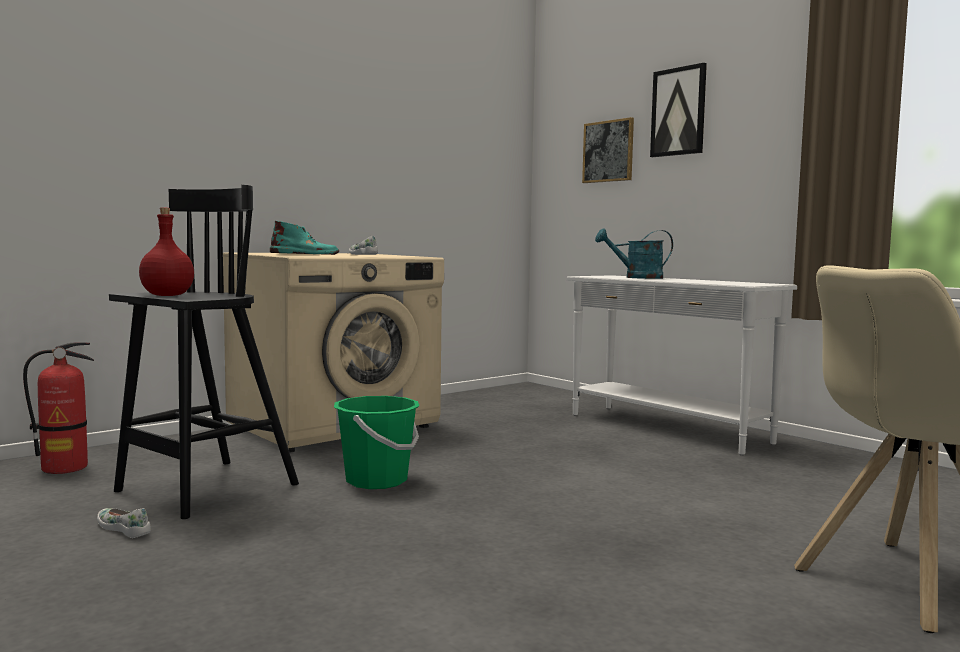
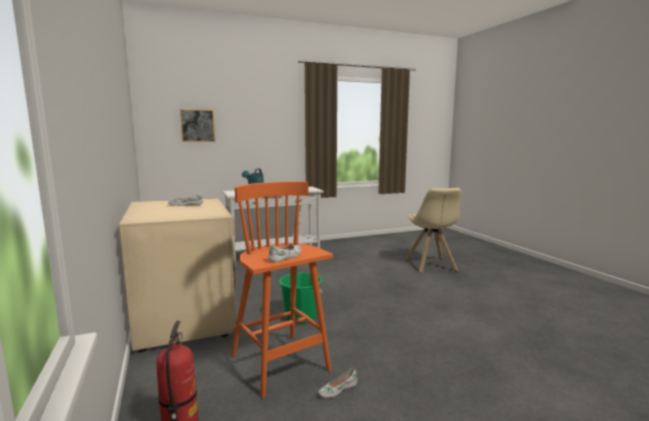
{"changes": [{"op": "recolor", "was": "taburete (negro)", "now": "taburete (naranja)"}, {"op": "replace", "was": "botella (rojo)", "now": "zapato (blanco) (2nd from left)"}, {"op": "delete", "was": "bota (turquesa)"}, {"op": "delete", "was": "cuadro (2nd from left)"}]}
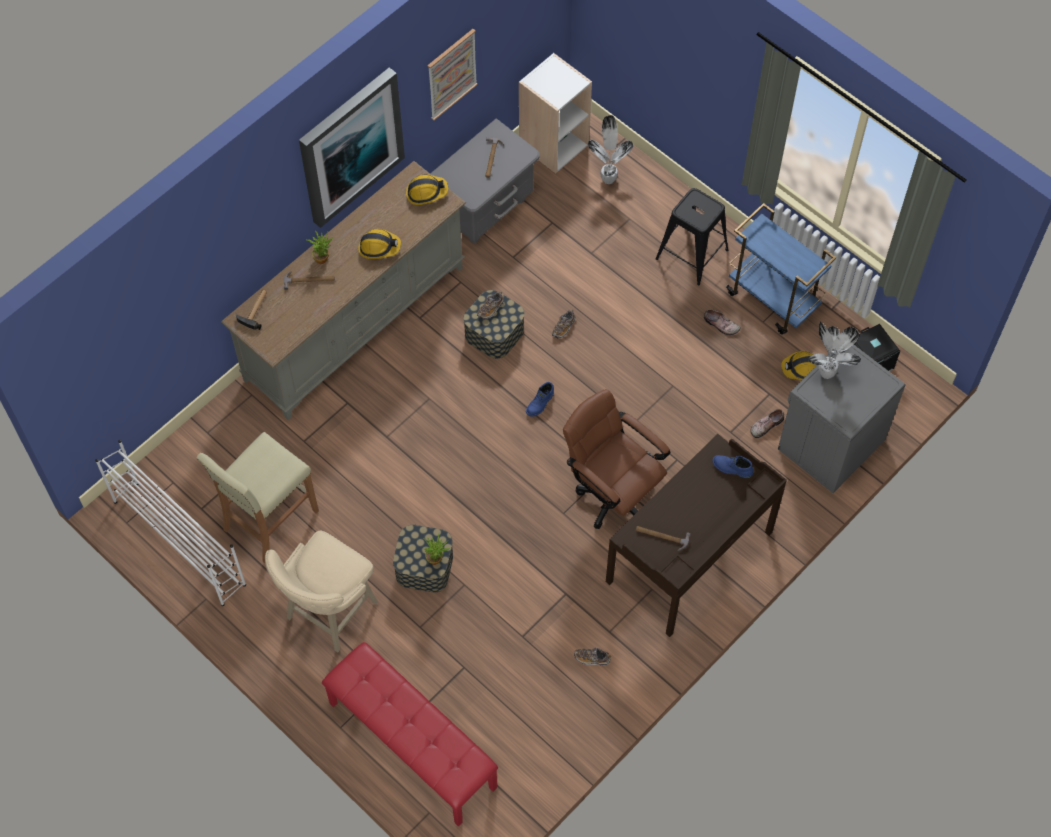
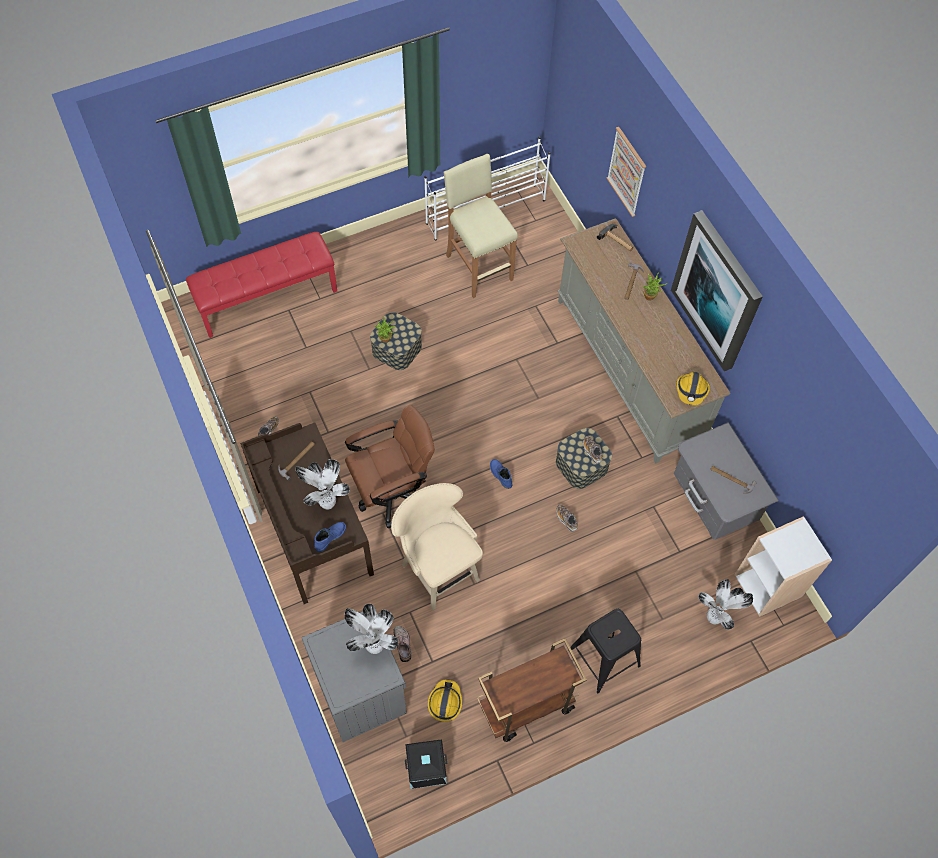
{"changes": [{"op": "insert", "now": "planta en maceta (1st from left)"}, {"op": "move", "was": "taburete (beis) (2nd from left in the first image)", "now": "taburete (beis) (1st from left)"}, {"op": "recolor", "was": "carrito (azul)", "now": "carrito (marrón)"}, {"op": "move", "was": "cuadro (2nd from left in the first image)", "now": "cuadro (1st from left)"}, {"op": "delete", "was": "casco (1st from left)"}, {"op": "delete", "was": "zapato (4th from left)"}]}
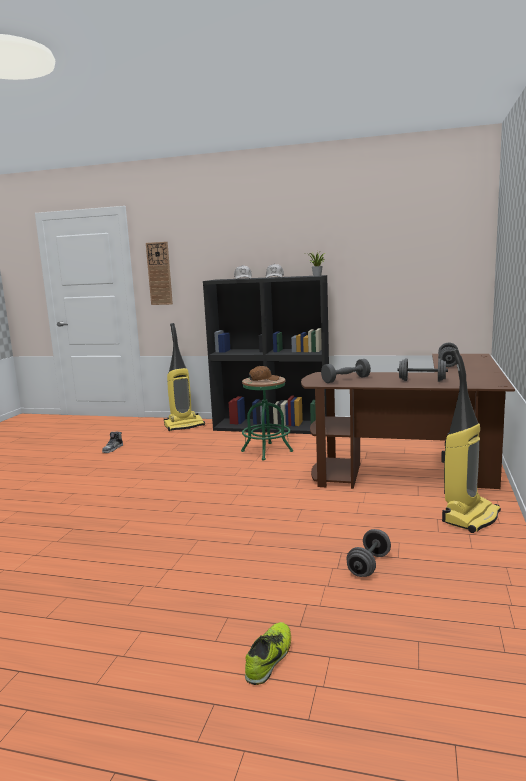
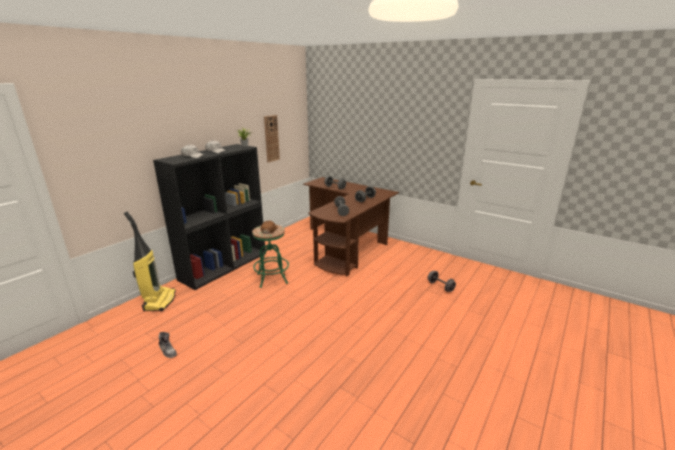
{"changes": [{"op": "move", "was": "reloj de pared"}, {"op": "delete", "was": "zapato (2nd from left)"}, {"op": "delete", "was": "aspiradora (2nd from left)"}]}
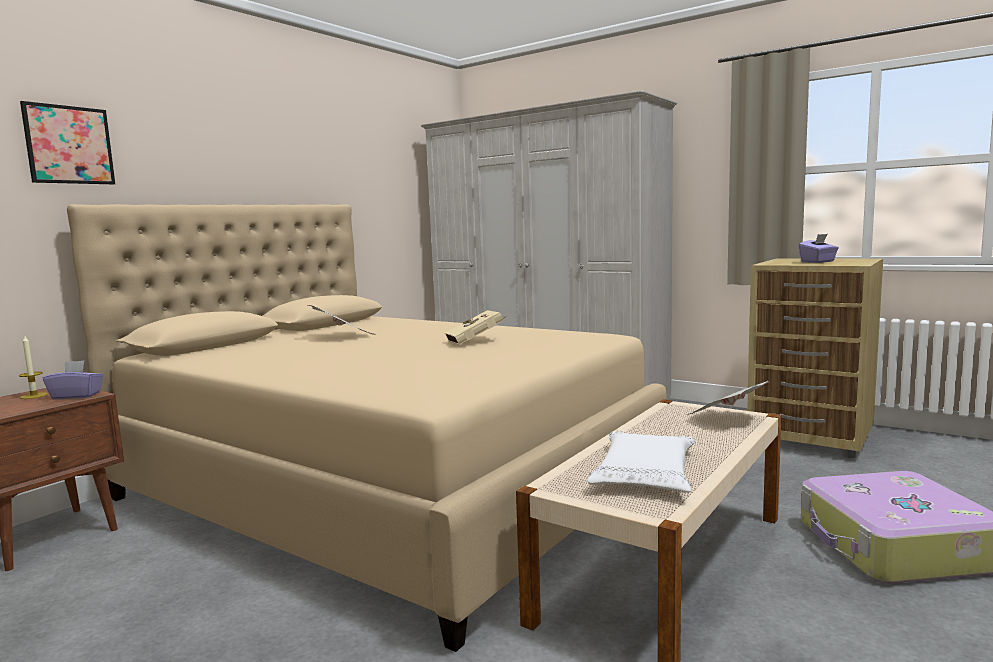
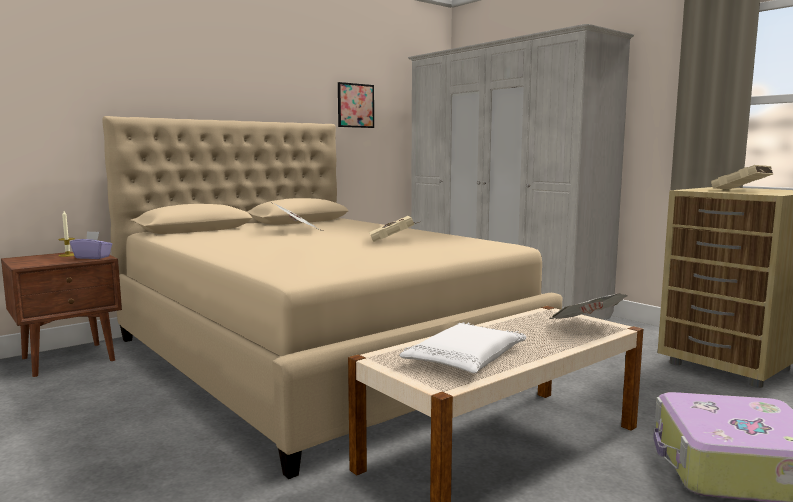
{"changes": [{"op": "move", "was": "cuadro"}, {"op": "replace", "was": "caja de pañuelos (morado) (2nd from left)", "now": "libro (beis) (2nd from left)"}]}
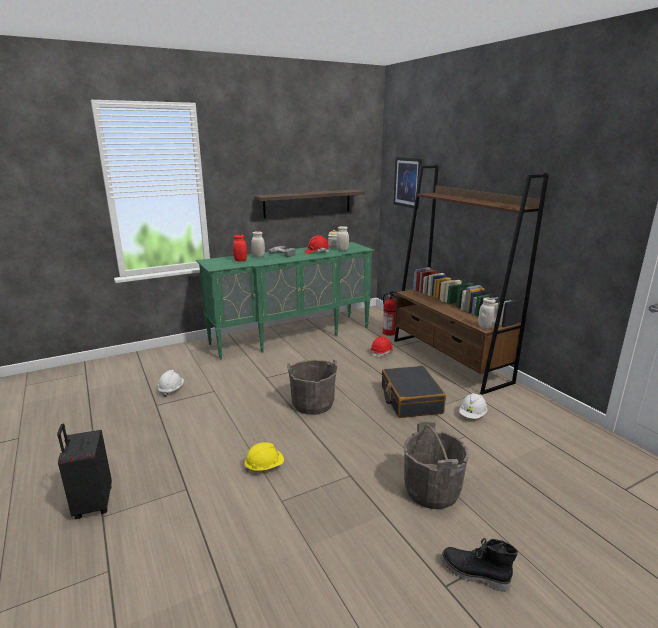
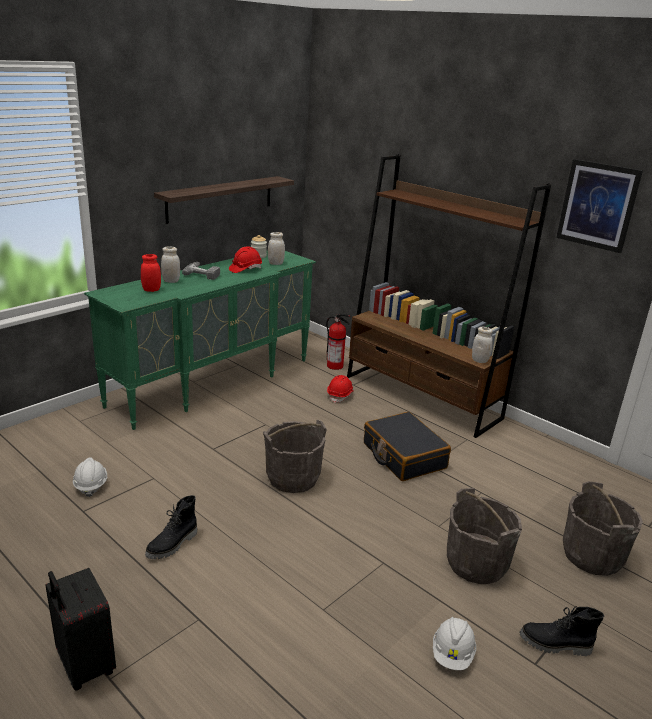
{"changes": [{"op": "insert", "now": "bota (negro) (1st from left)"}, {"op": "move", "was": "casco (blanco) (2nd from left)"}, {"op": "move", "was": "cuadro"}, {"op": "insert", "now": "cubo (gris) (3rd from left)"}, {"op": "delete", "was": "casco (amarillo)"}]}
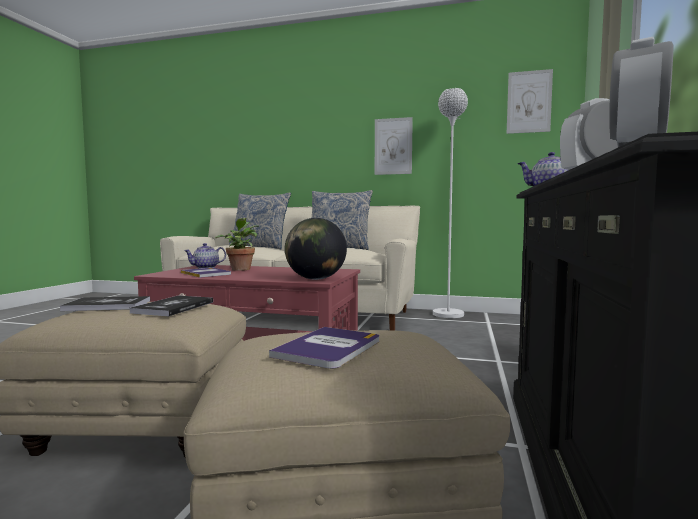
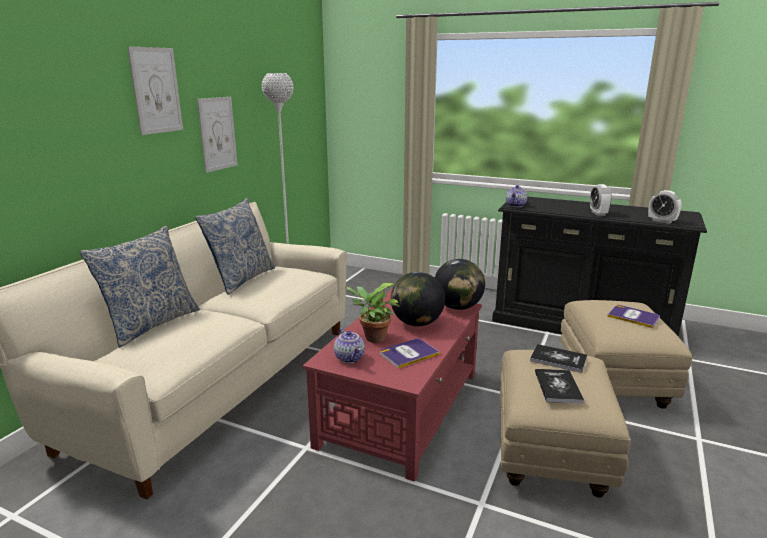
{"changes": [{"op": "move", "was": "cuadro (2nd from left in the first image)", "now": "cuadro (1st from left)"}, {"op": "insert", "now": "globo terráqueo (1st from left)"}]}
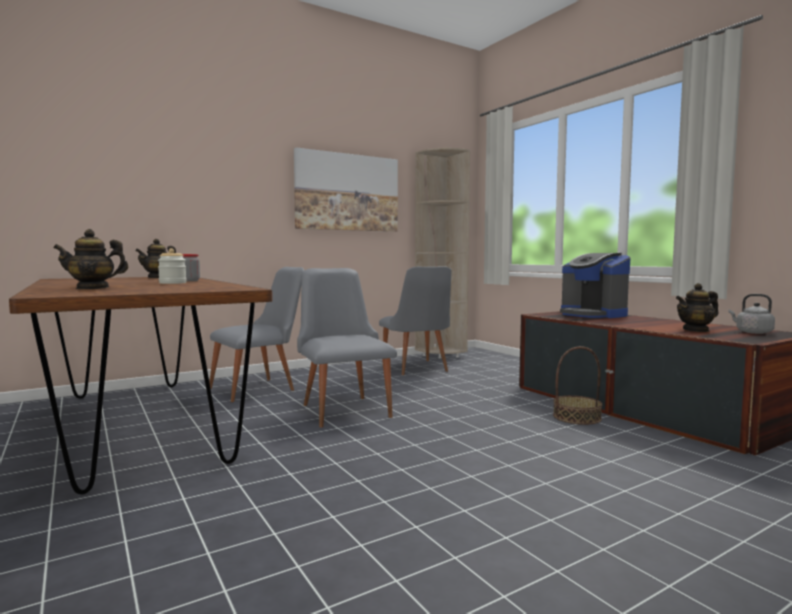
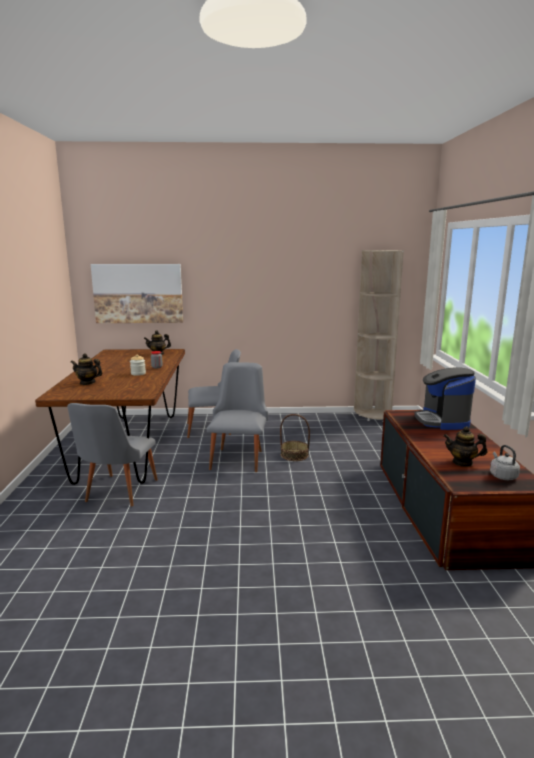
{"changes": [{"op": "move", "was": "silla (gris) (3rd from left in the first image)", "now": "silla (gris) (1st from left)"}, {"op": "move", "was": "cuadro"}, {"op": "move", "was": "cesta"}]}
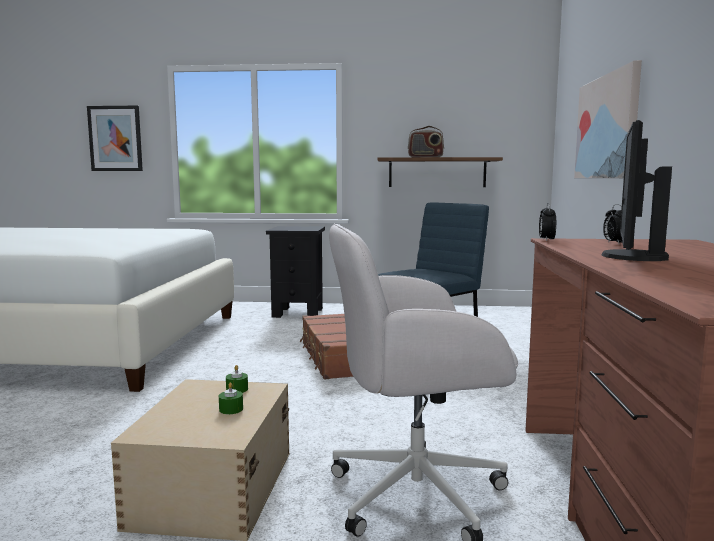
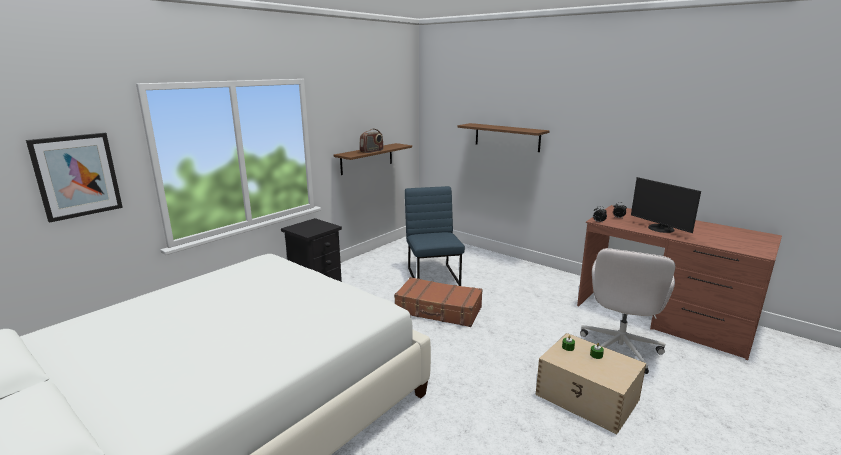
{"changes": [{"op": "replace", "was": "cuadro (2nd from left)", "now": "estante (marrón) (2nd from left)"}]}
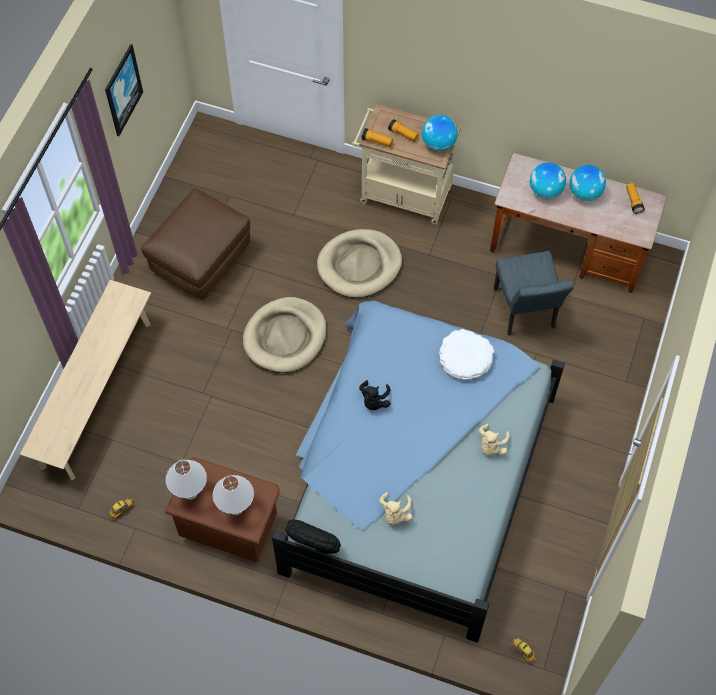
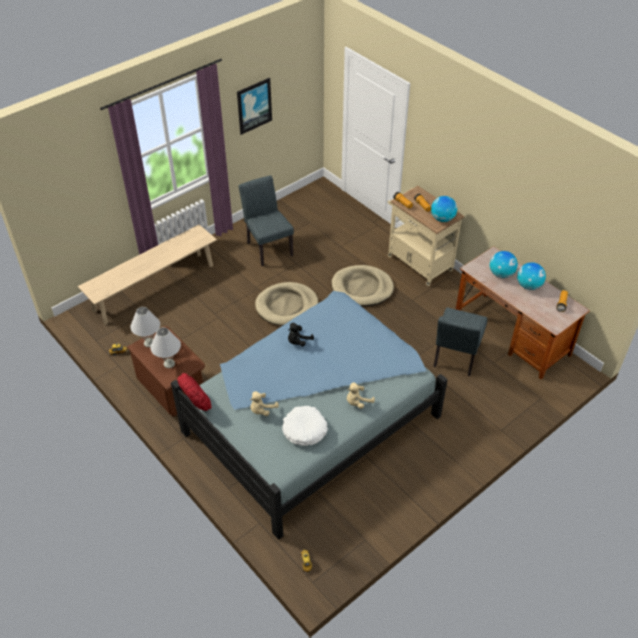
{"changes": [{"op": "recolor", "was": "cojín (negro)", "now": "cojín (rojo)"}, {"op": "replace", "was": "puf (marrón)", "now": "silla (gris) (1st from left)"}, {"op": "move", "was": "cojín (blanco)"}]}
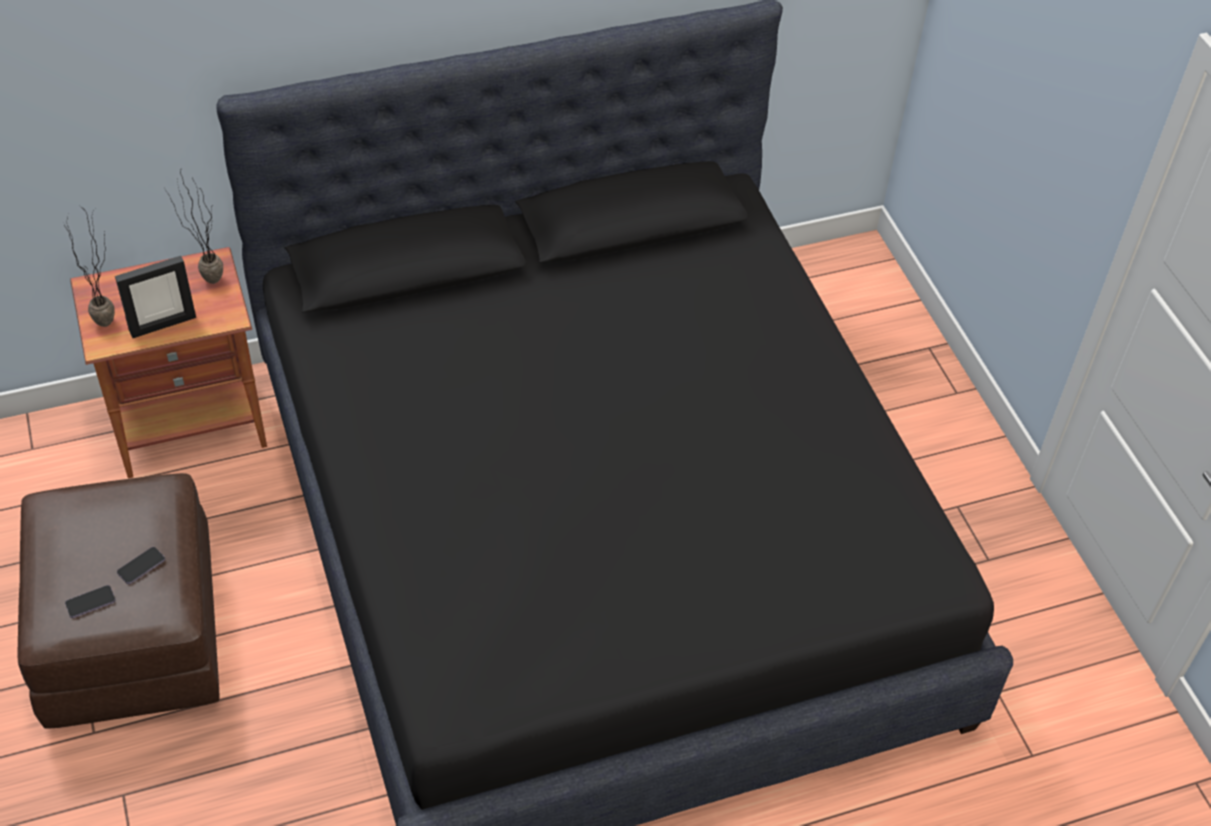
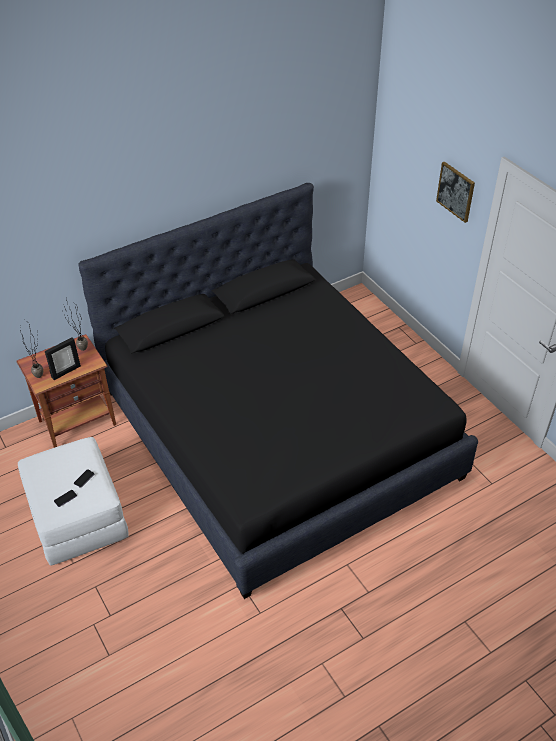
{"changes": [{"op": "recolor", "was": "puf (marrón)", "now": "puf (blanco)"}, {"op": "insert", "now": "cuadro"}]}
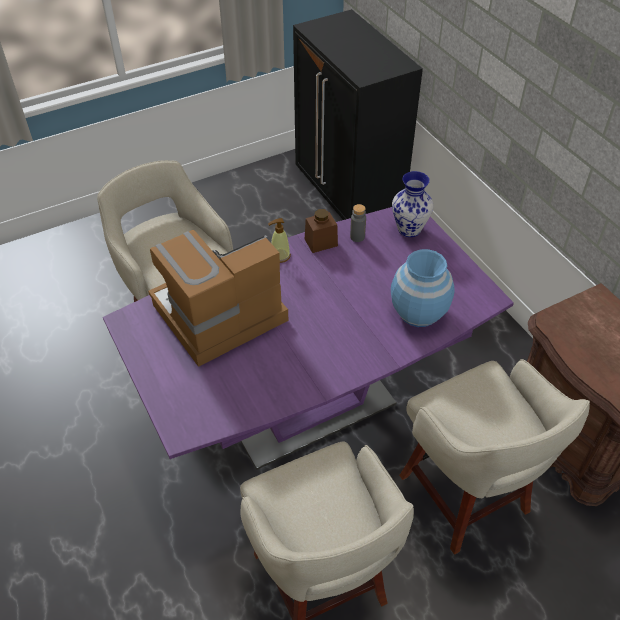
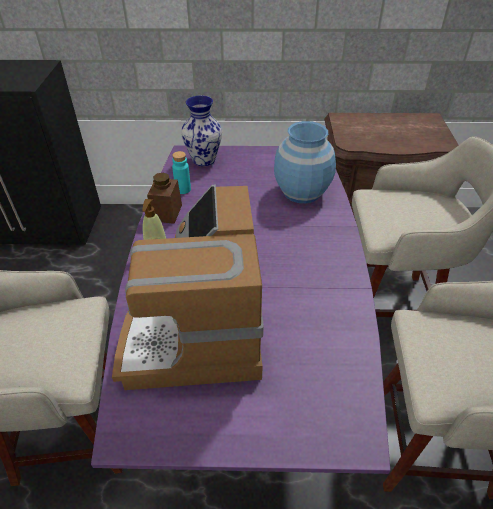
{"changes": [{"op": "recolor", "was": "botella (gris)", "now": "botella (turquesa)"}]}
